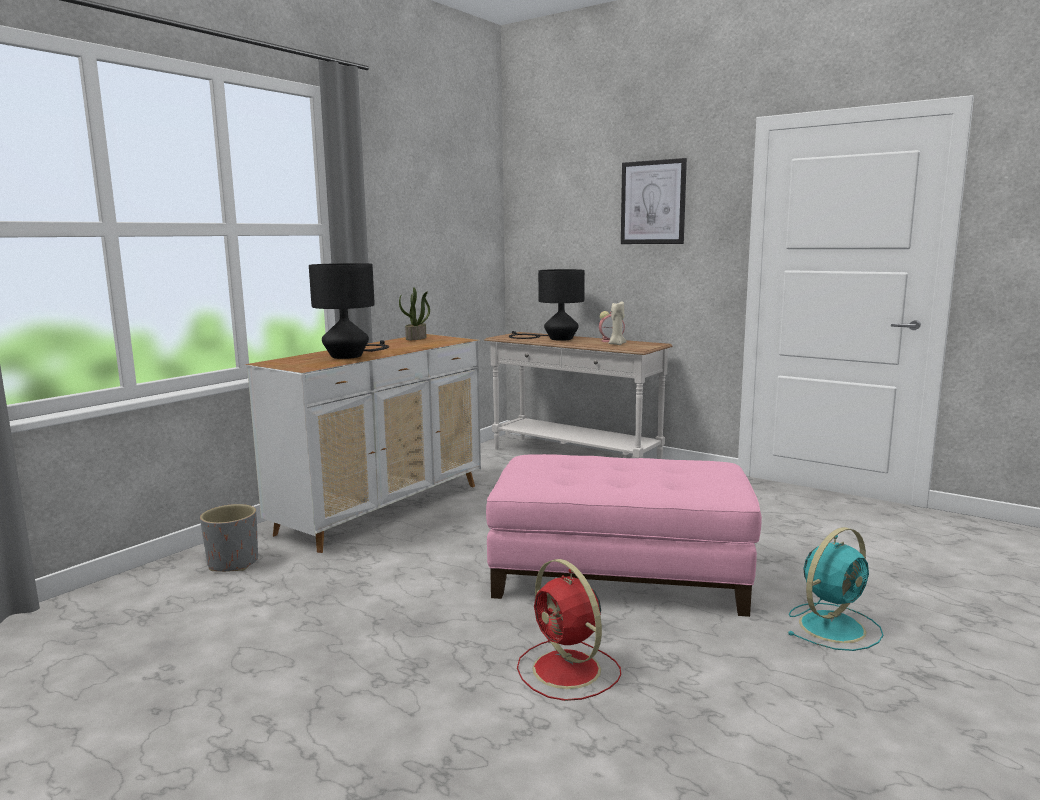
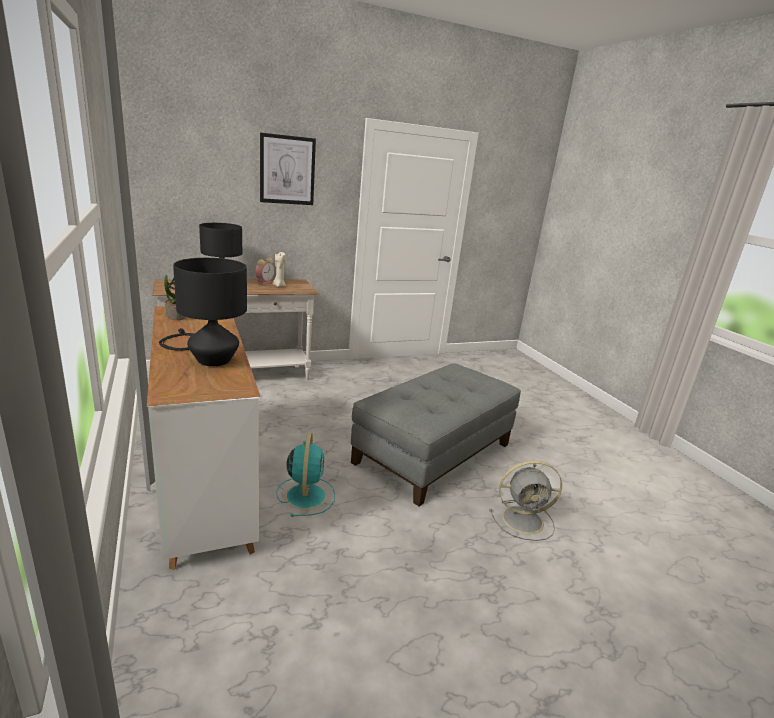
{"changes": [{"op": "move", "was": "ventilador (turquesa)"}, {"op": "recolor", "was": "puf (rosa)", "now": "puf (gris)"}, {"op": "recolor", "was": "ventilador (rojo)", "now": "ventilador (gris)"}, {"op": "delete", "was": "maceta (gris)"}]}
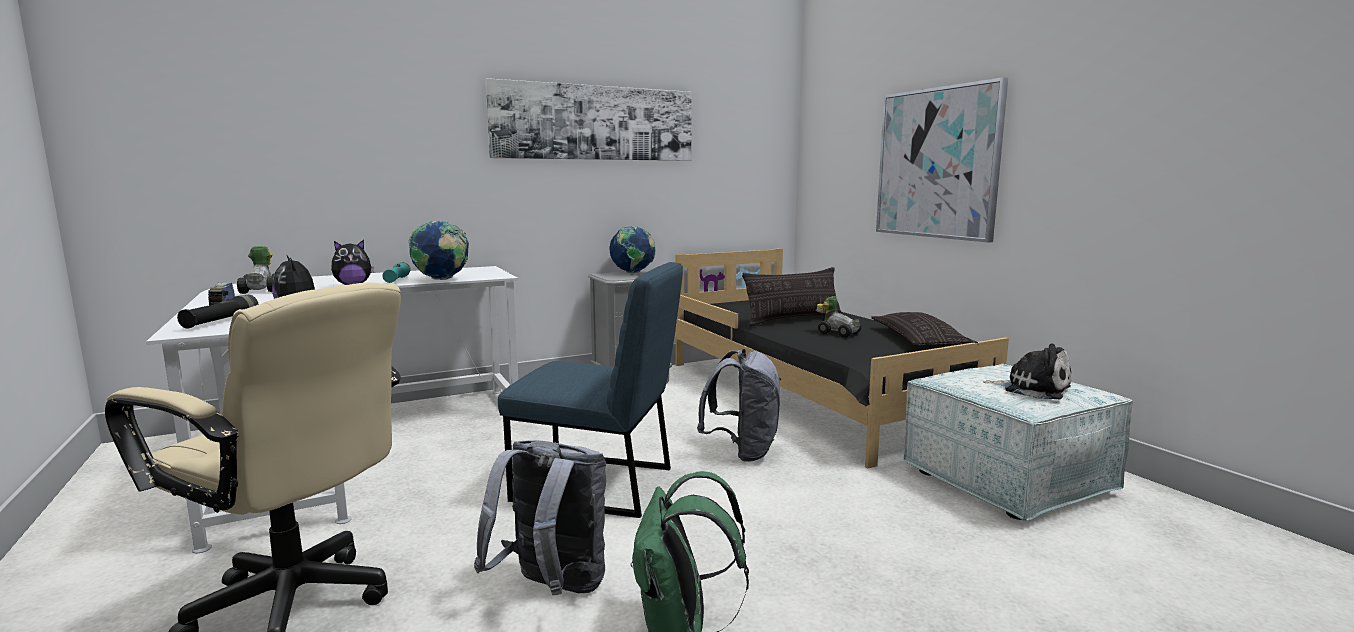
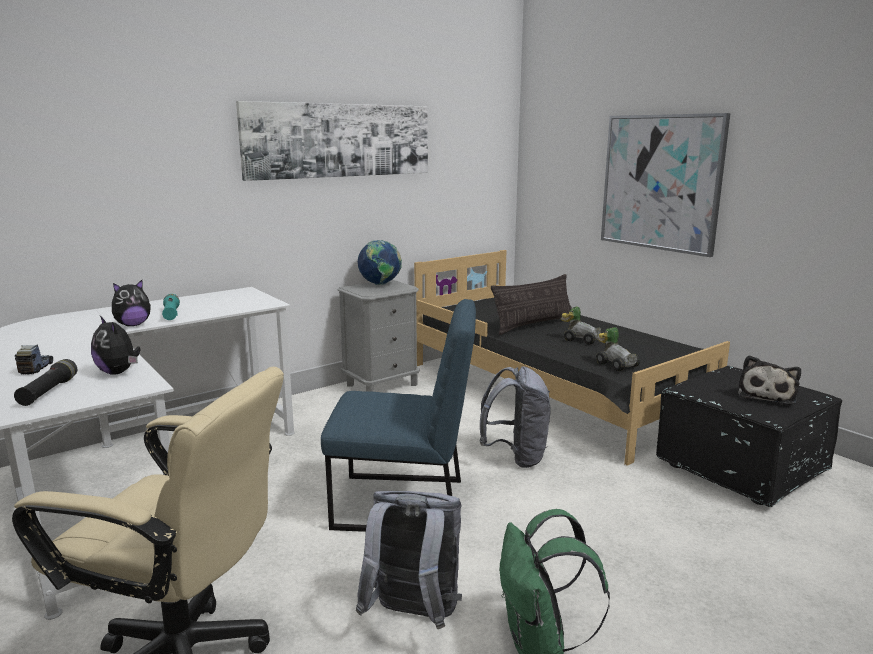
{"changes": [{"op": "move", "was": "coche de juguete (1st from left in the first image)", "now": "coche de juguete (2nd from left)"}, {"op": "recolor", "was": "puf (blanco)", "now": "puf (negro)"}, {"op": "rotate", "was": "peluche (3rd from left)", "clockwise": 90}, {"op": "delete", "was": "globo terráqueo (1st from left)"}, {"op": "delete", "was": "cojín (2nd from left)"}]}
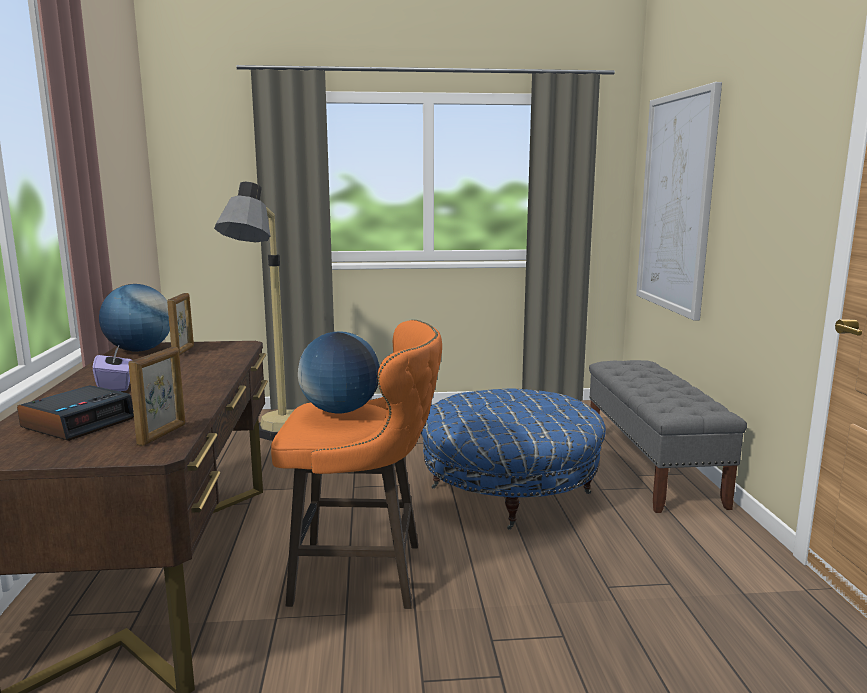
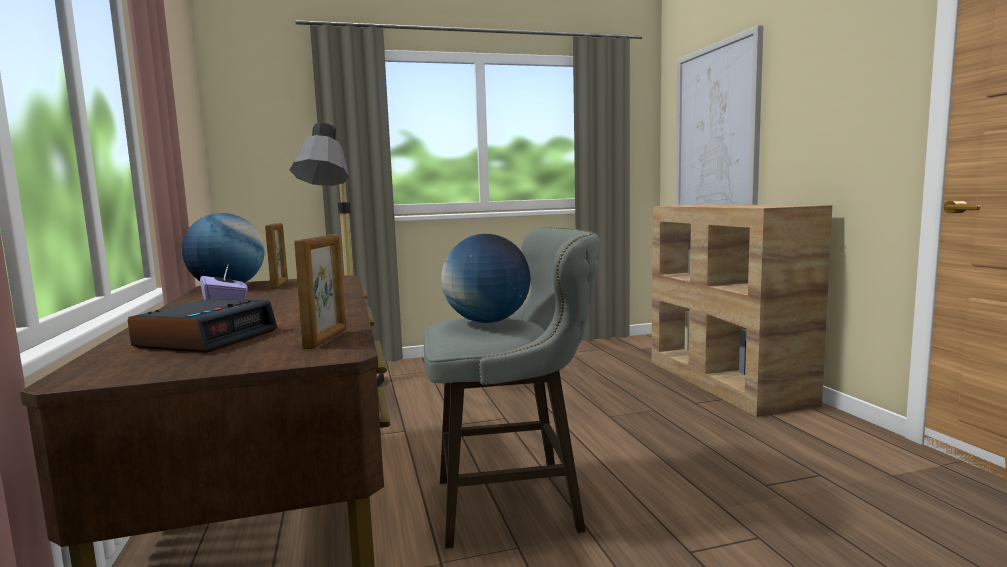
{"changes": [{"op": "recolor", "was": "taburete (naranja)", "now": "taburete (gris)"}, {"op": "replace", "was": "banco (gris)", "now": "estantería (marrón)"}, {"op": "delete", "was": "puf (azul)"}]}
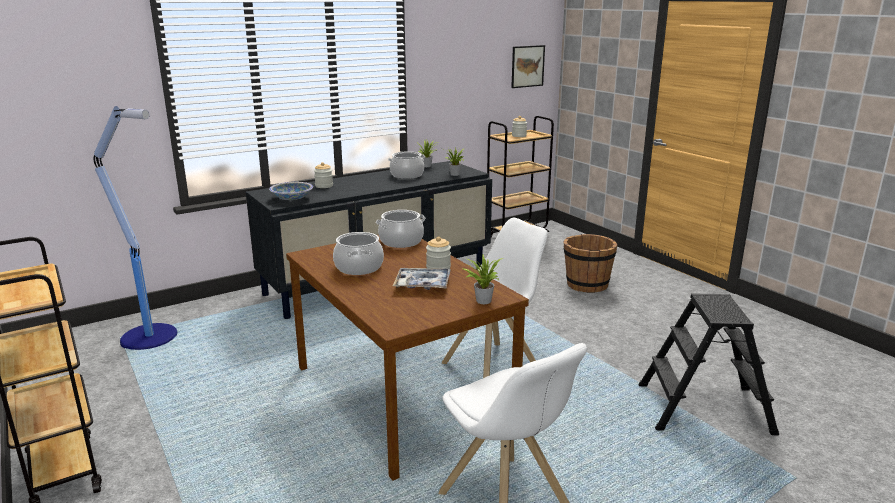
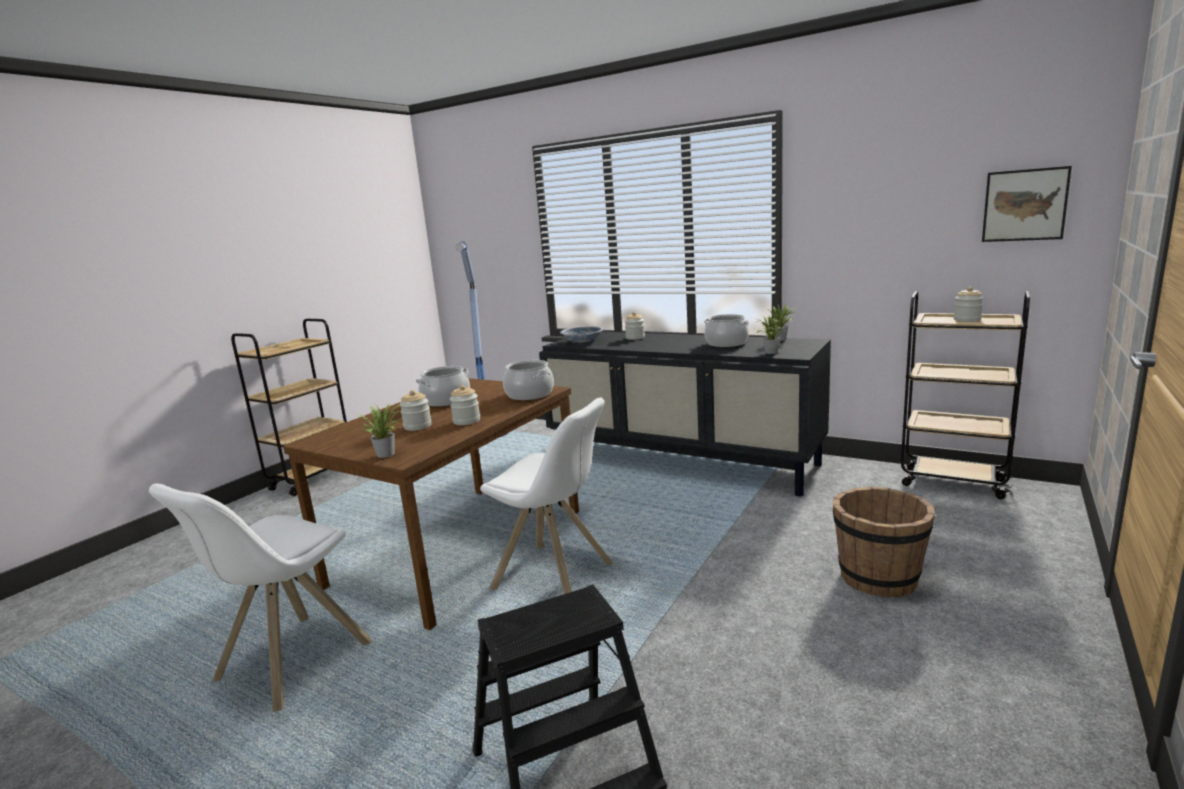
{"changes": [{"op": "replace", "was": "bandeja", "now": "tarro (1st from left)"}]}
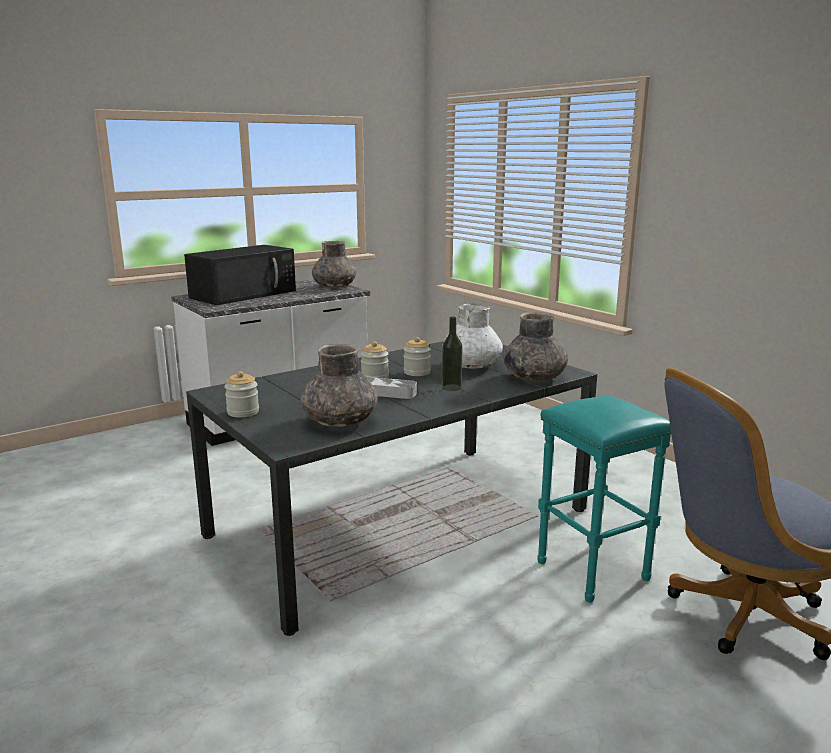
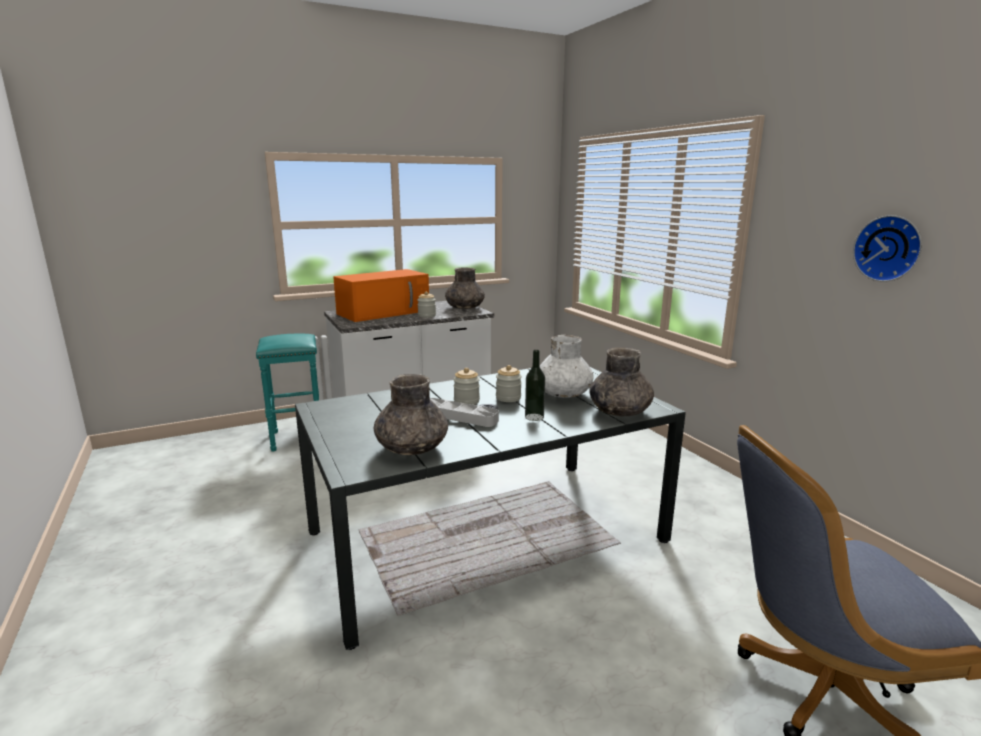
{"changes": [{"op": "move", "was": "taburete (turquesa)"}, {"op": "recolor", "was": "microondas (negro)", "now": "microondas (naranja)"}, {"op": "move", "was": "tarro (1st from left)"}, {"op": "insert", "now": "reloj de pared"}]}
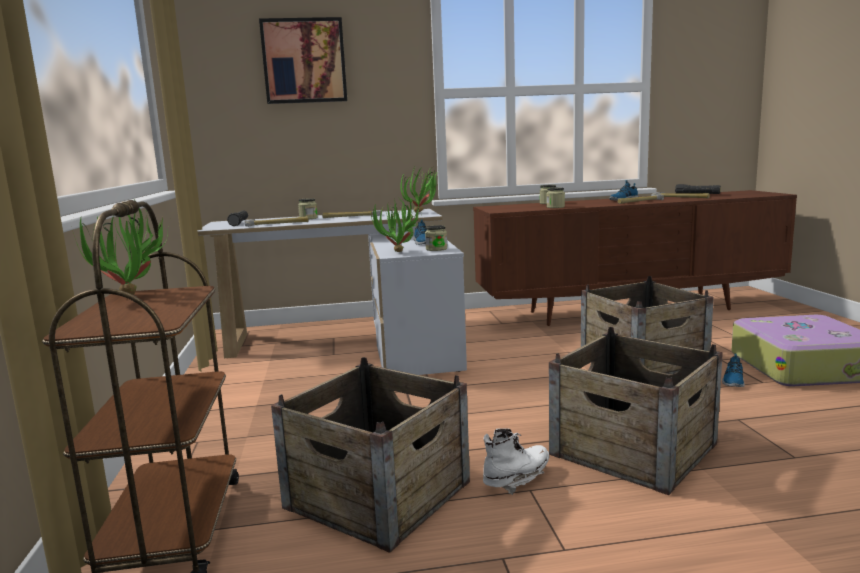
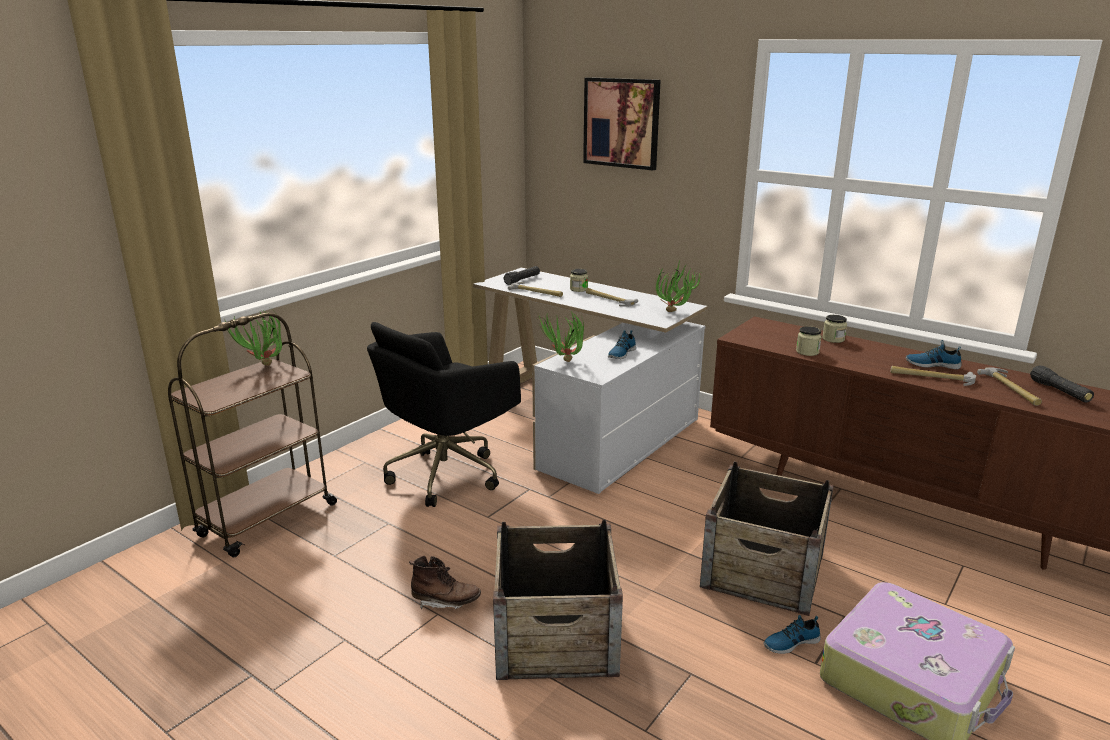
{"changes": [{"op": "insert", "now": "silla de oficina (negro)"}, {"op": "recolor", "was": "bota (blanco)", "now": "bota (marrón)"}, {"op": "delete", "was": "caja de embalaje (1st from left)"}, {"op": "delete", "was": "tarro (2nd from left)"}]}
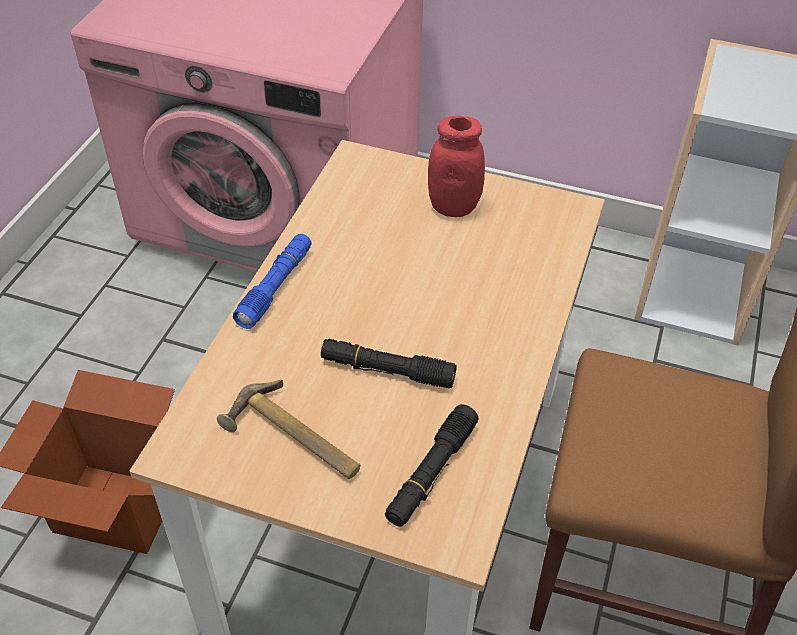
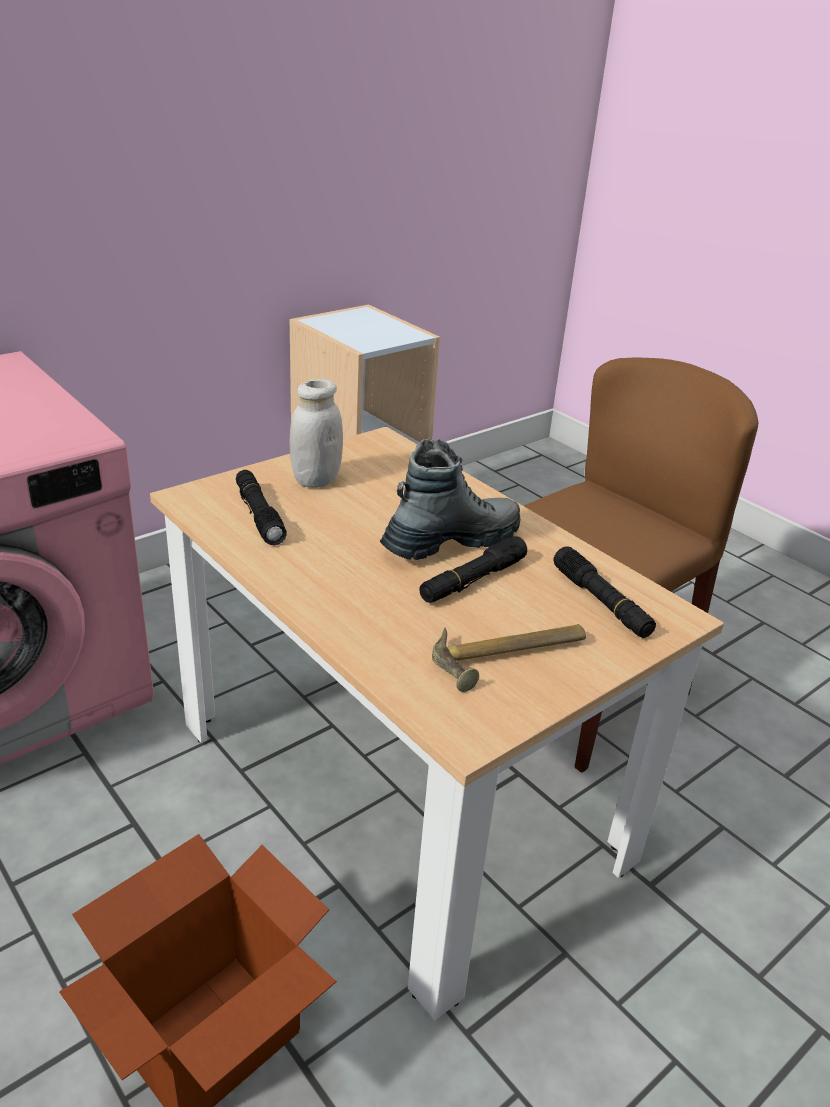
{"changes": [{"op": "insert", "now": "linterna (negro) (1st from left)"}, {"op": "recolor", "was": "tarro (rojo)", "now": "tarro (blanco)"}, {"op": "insert", "now": "bota"}, {"op": "delete", "was": "linterna (azul)"}]}
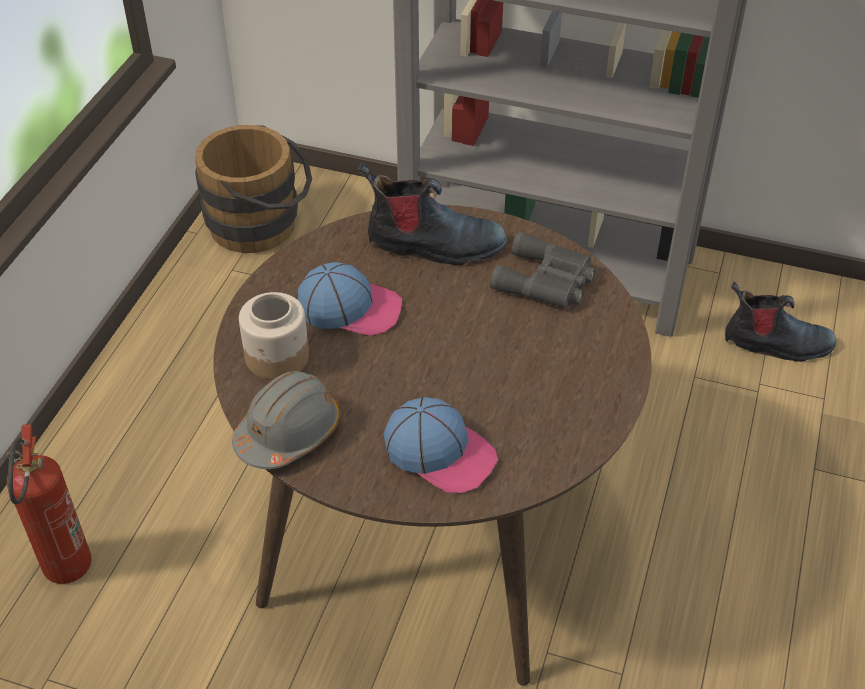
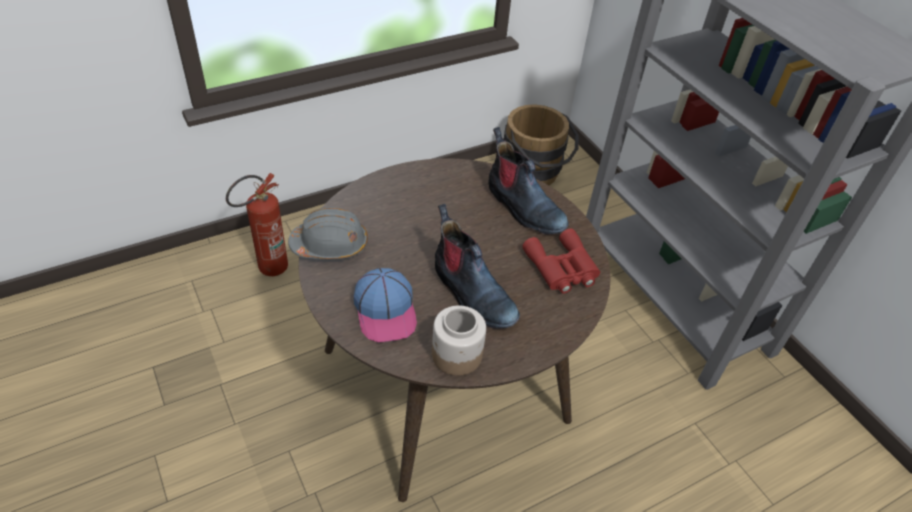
{"changes": [{"op": "move", "was": "tarro"}, {"op": "move", "was": "bota (2nd from left in the first image)", "now": "bota (1st from left)"}, {"op": "recolor", "was": "prismáticos (gris)", "now": "prismáticos (rojo)"}, {"op": "delete", "was": "gorra (1st from left)"}]}
